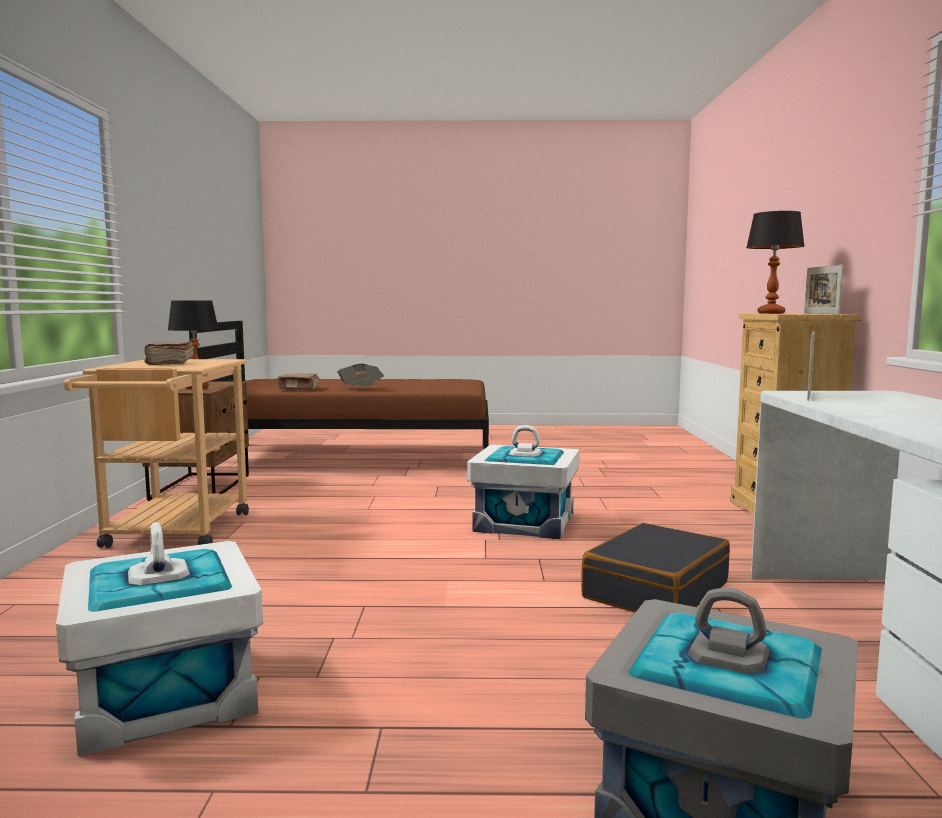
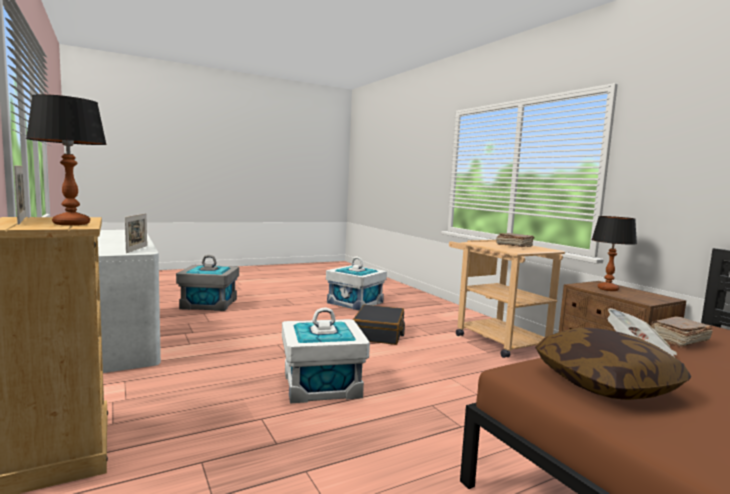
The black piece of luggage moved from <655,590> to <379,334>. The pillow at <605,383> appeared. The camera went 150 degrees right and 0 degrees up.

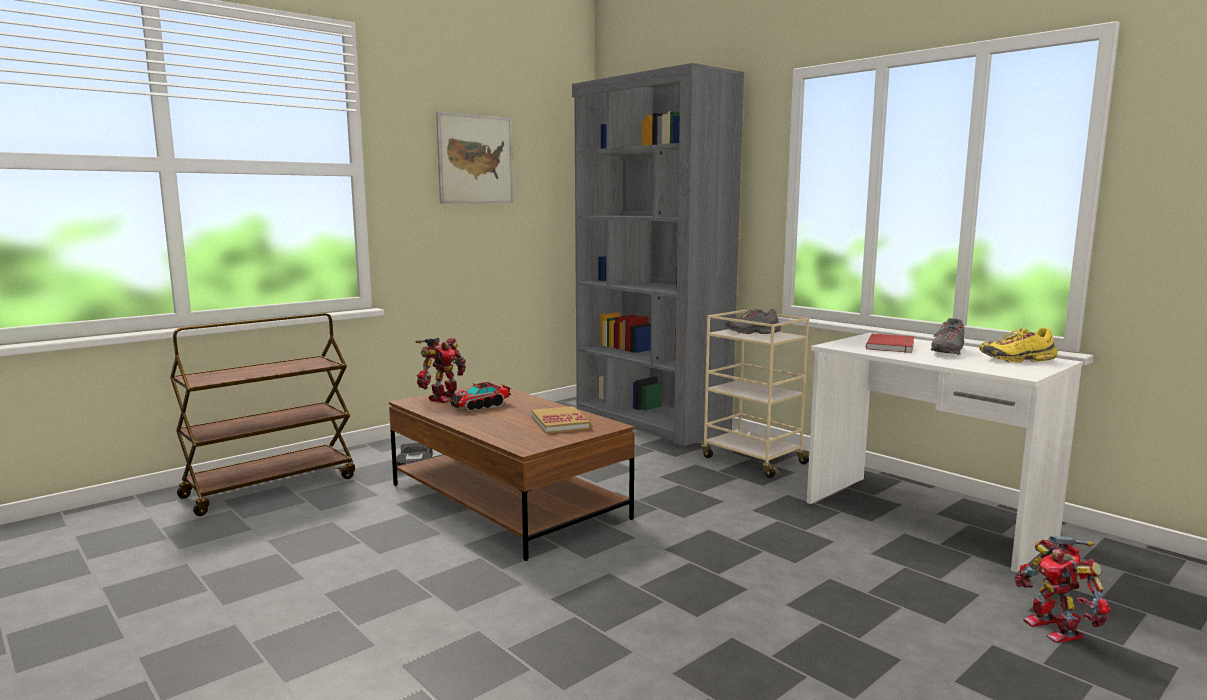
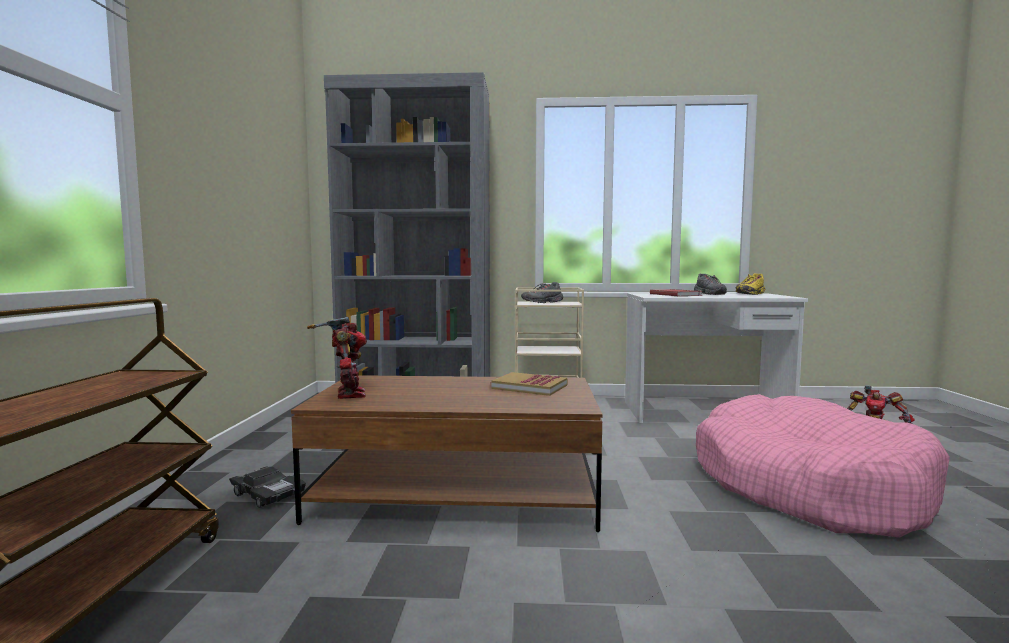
The pinkish pet bed at <806,486> appeared. The wall picture at <476,159> disappeared. The toy truck at <480,406> disappeared. The camera went 45 degrees left and 5 degrees down.

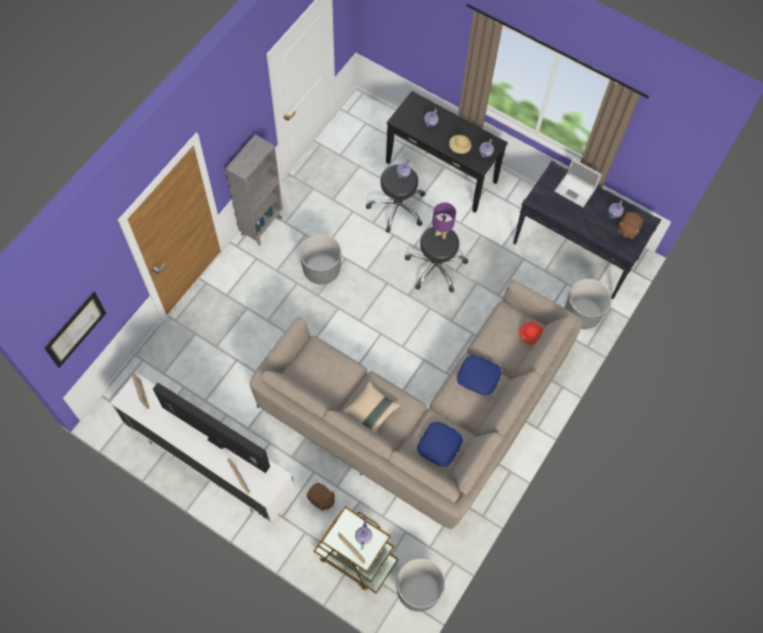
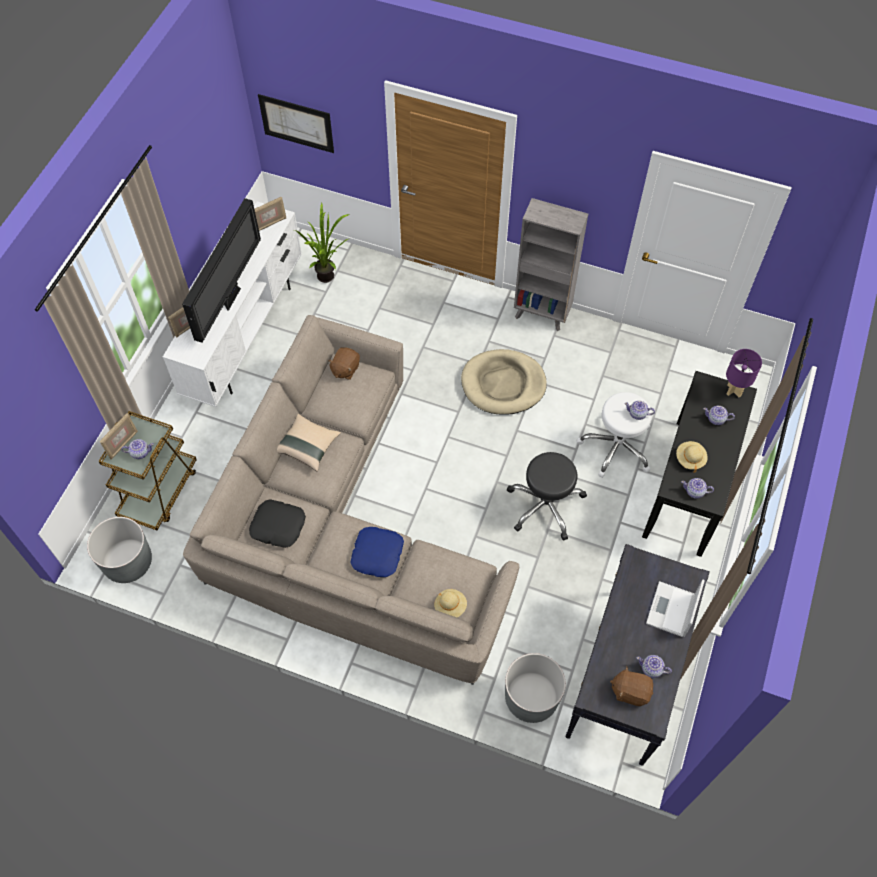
The blue-coloured pillow at <439,446> became the black pillow at <278,526>. The plant in a pot at <329,278> appeared. The brownish cuddly toy moved from <321,499> to <345,369>. The red hat at <530,335> became the beige-coloured hat at <450,606>. The gray plant pot at <321,269> was replaced by the beige-coloured pet bed at <503,384>. The black sitting stool at <397,207> became the whitish sitting stool at <616,446>. The purple lamp for a table moved from <441,233> to <733,390>. The camera went 80 degrees right and 5 degrees down.

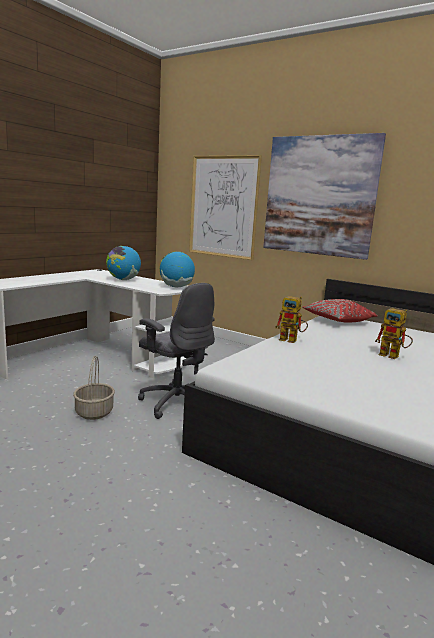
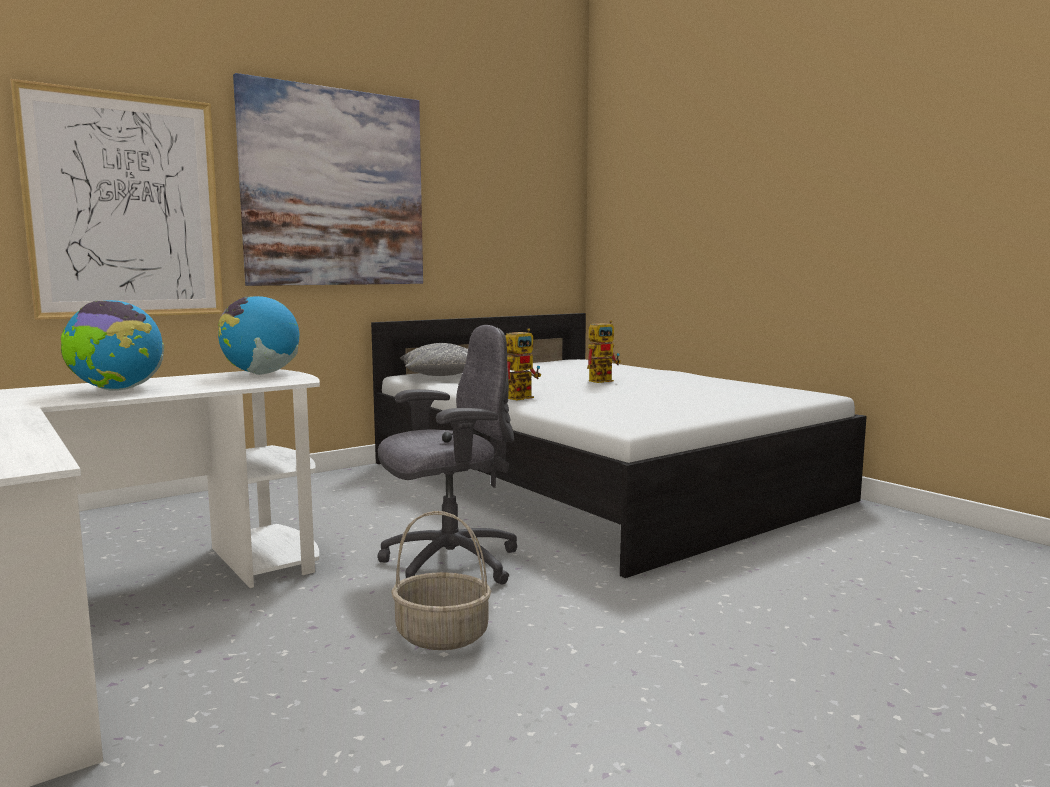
The red pillow at <337,321> became the gray pillow at <442,376>. The camera went 70 degrees left and 5 degrees down.

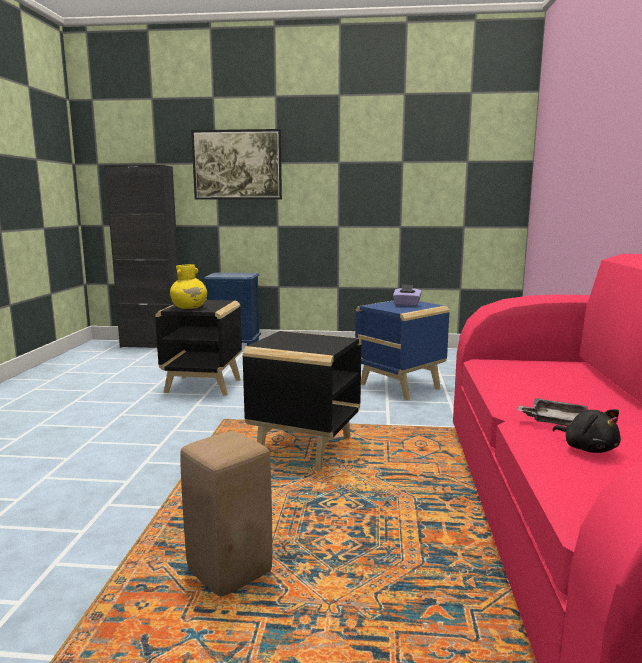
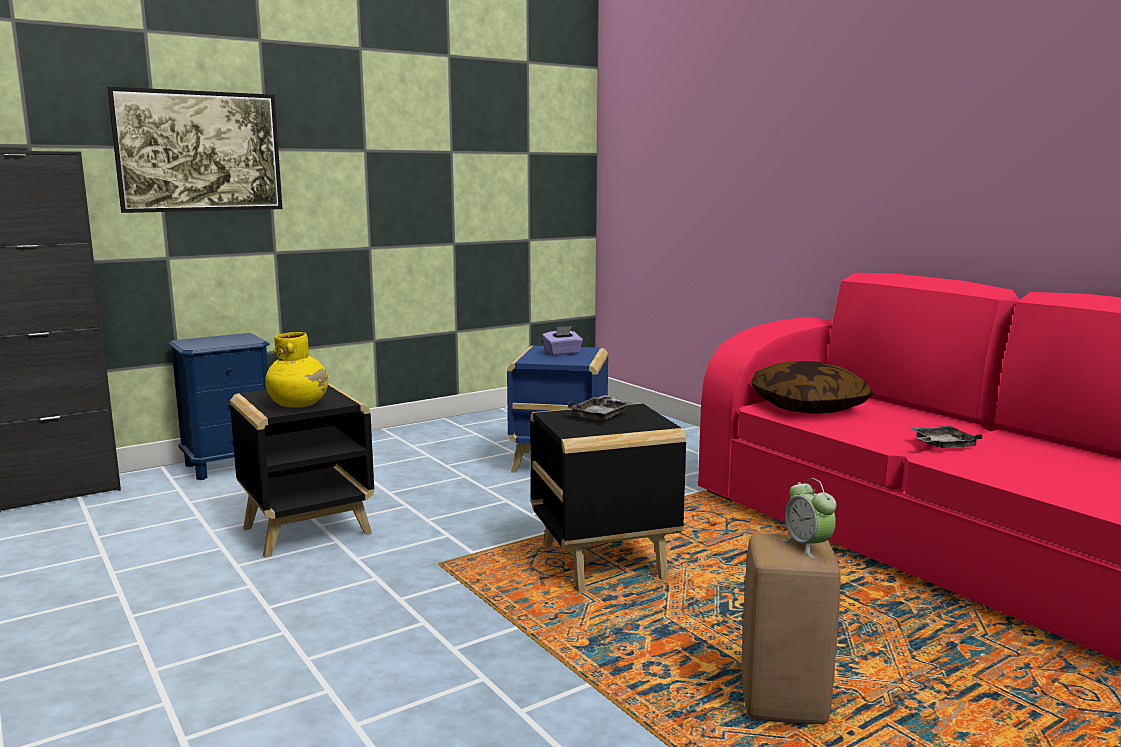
The gray tray at <601,416> appeared. The pillow at <808,407> appeared. The table clock at <807,546> appeared. The black cuddly toy at <587,448> disappeared. The camera went 40 degrees left and 0 degrees up.

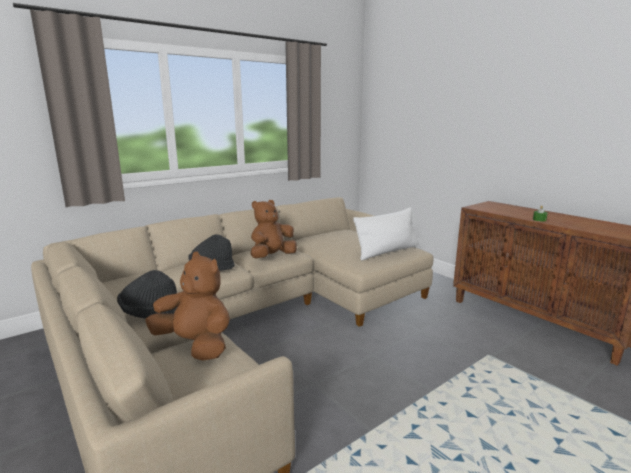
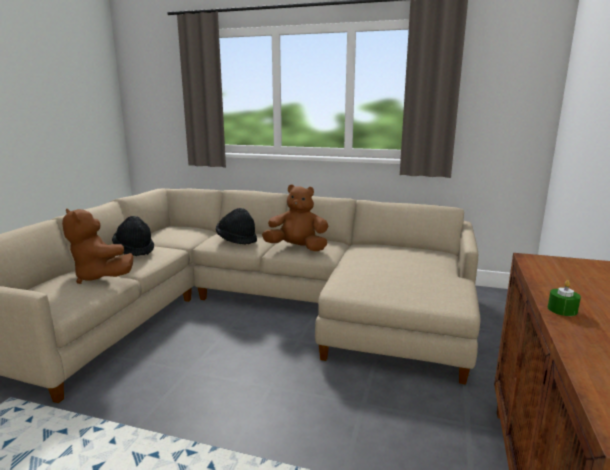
The brownish cuddly toy at <195,345> turned 135 degrees clockwise. The whitish pillow at <387,251> disappeared. The camera went 55 degrees right and 0 degrees up.

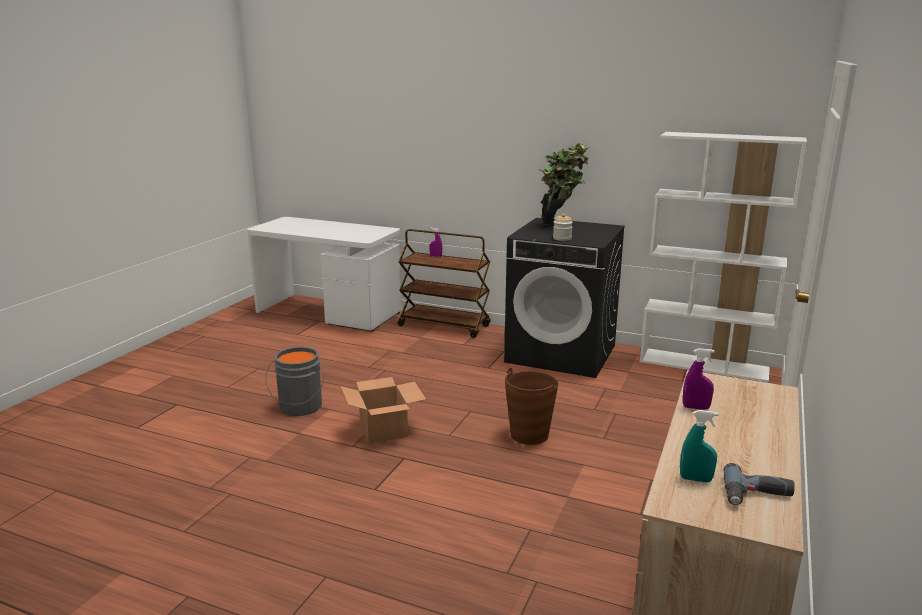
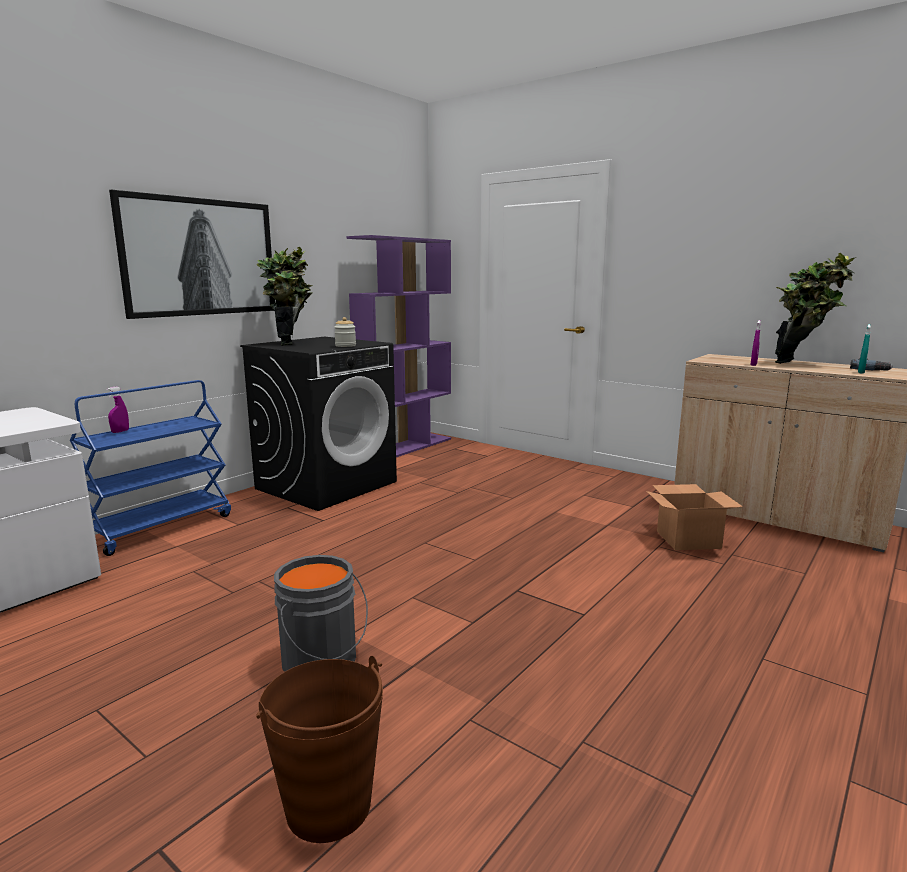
The brownish cart at <445,326> became the blue-coloured cart at <161,527>. The wall picture at <201,257> appeared. The brownish pail moved from <529,435> to <328,807>. The whitish bookshelf at <704,365> became the purple bookshelf at <405,447>. The carton moved from <383,429> to <687,540>. The plant in a pot at <802,364> appeared. The camera went 75 degrees left and 5 degrees down.

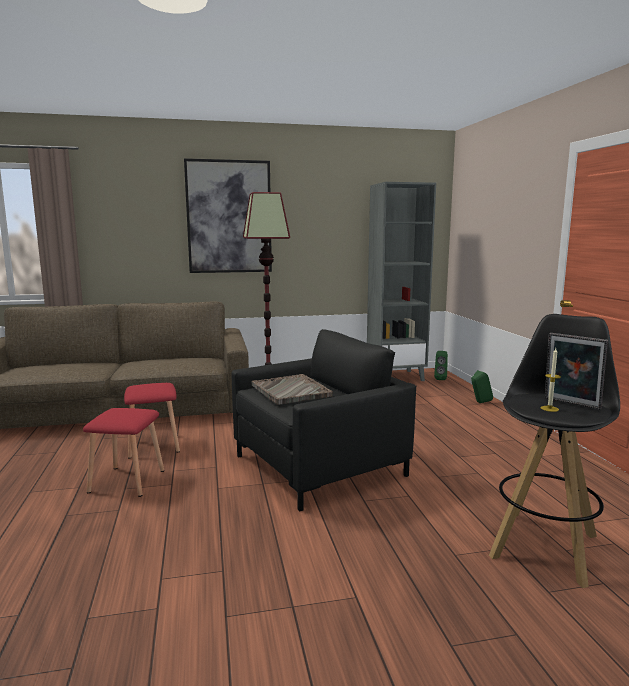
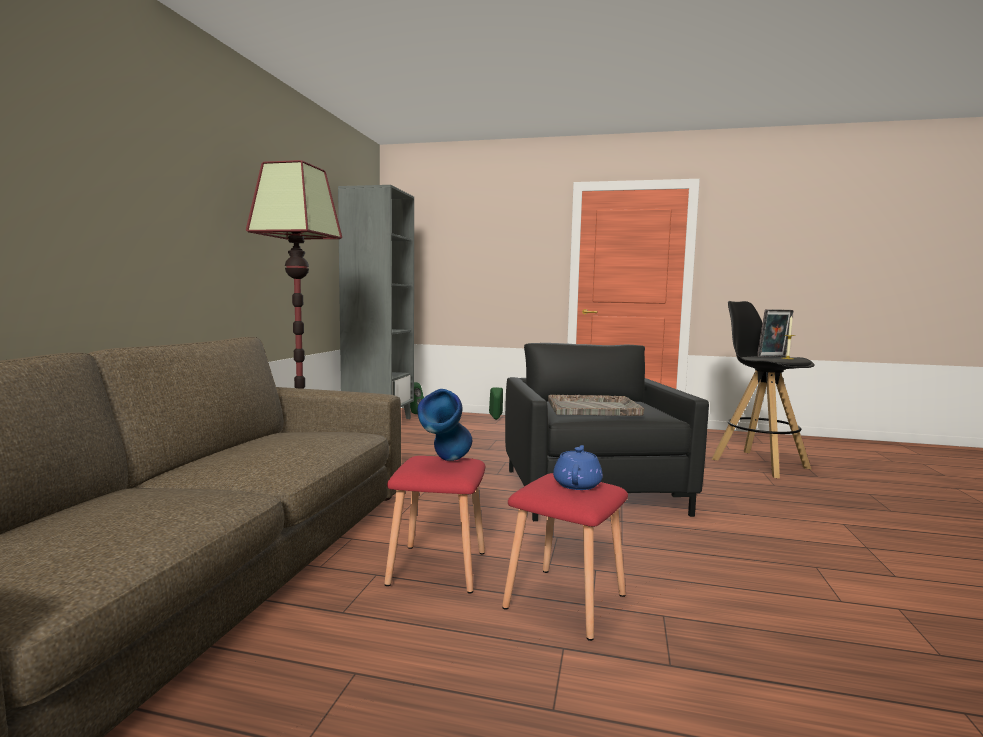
The blue-coloured flower vase at <445,462> appeared. The blue-coloured teapot at <577,484> appeared. The wall picture at <229,217> disappeared. The camera went 65 degrees left and 5 degrees down.

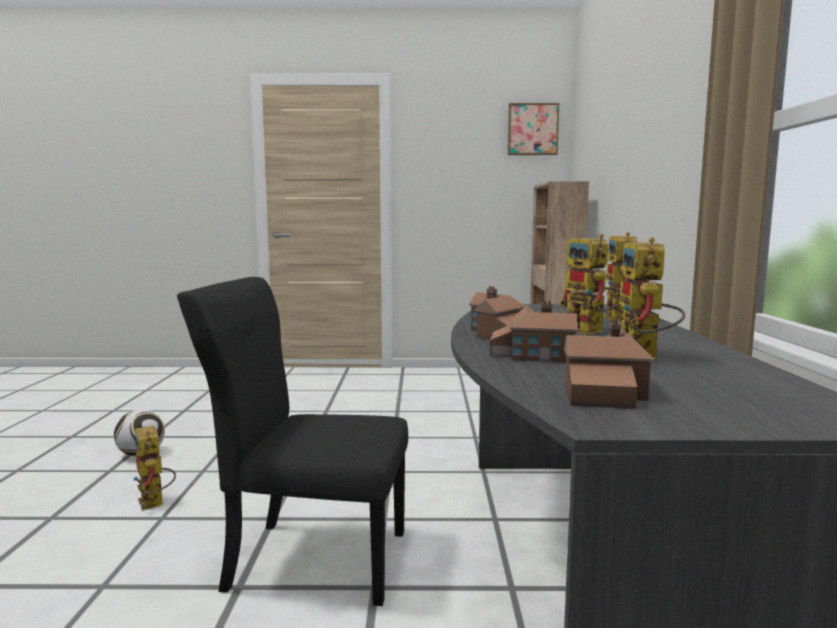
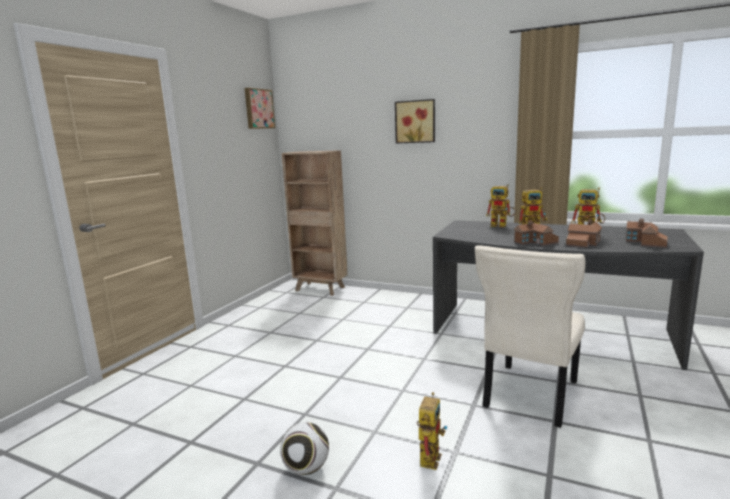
The wall picture at <415,121> appeared. The model robot at <155,504> turned 60 degrees counterclockwise. The black plain chair at <311,559> became the beige-coloured plain chair at <529,396>. The camera went 65 degrees left and 5 degrees up.

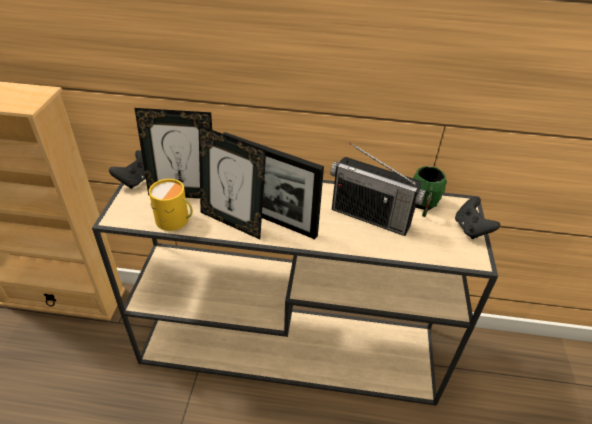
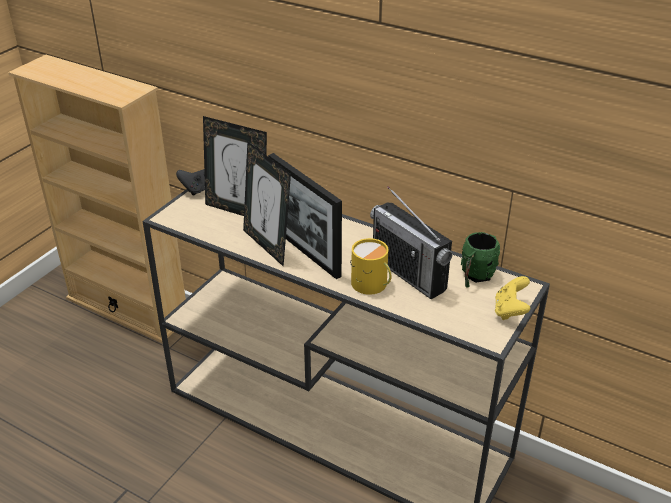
The yellow-coloured coffee mug moved from <175,220> to <372,285>. The black game controller at <471,229> became the yellow-coloured game controller at <510,311>. The camera went 25 degrees right and 5 degrees down.

